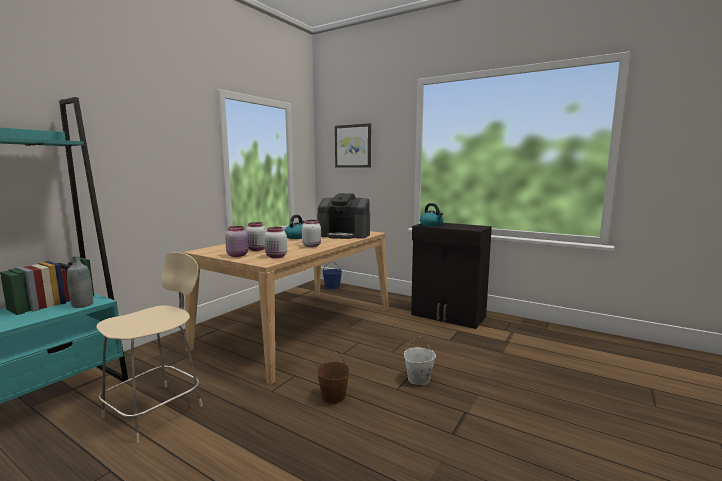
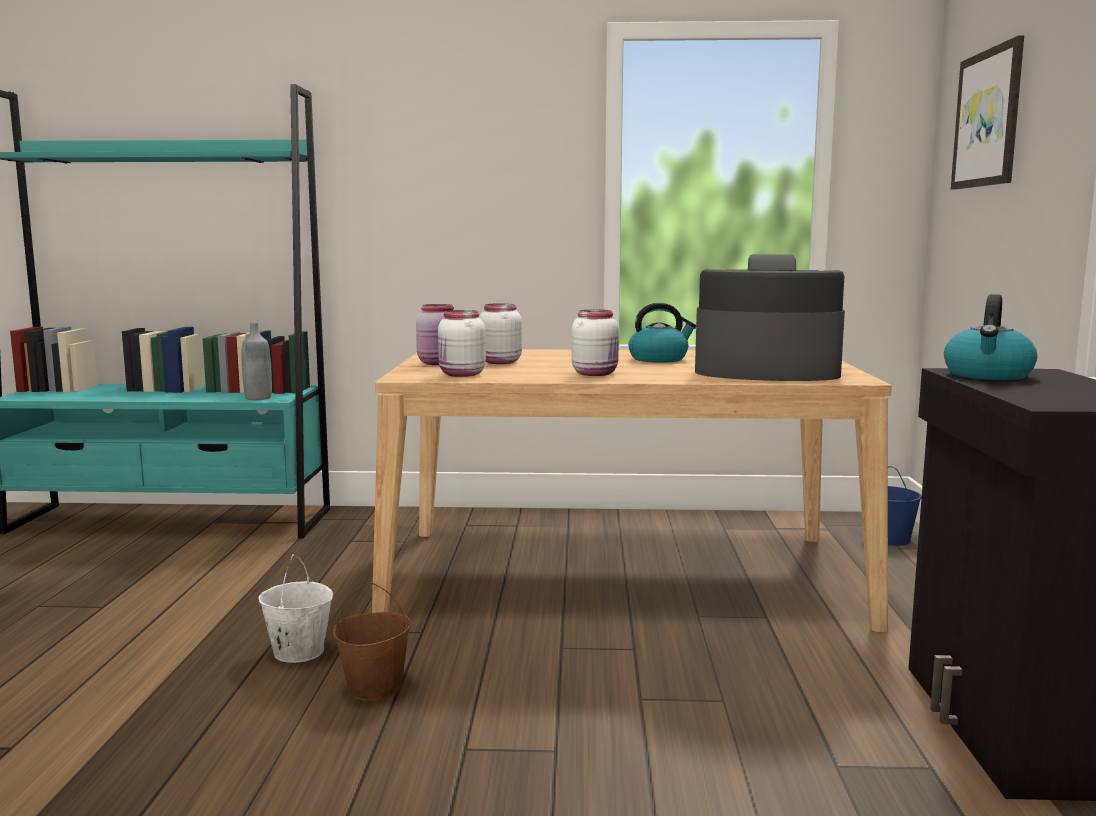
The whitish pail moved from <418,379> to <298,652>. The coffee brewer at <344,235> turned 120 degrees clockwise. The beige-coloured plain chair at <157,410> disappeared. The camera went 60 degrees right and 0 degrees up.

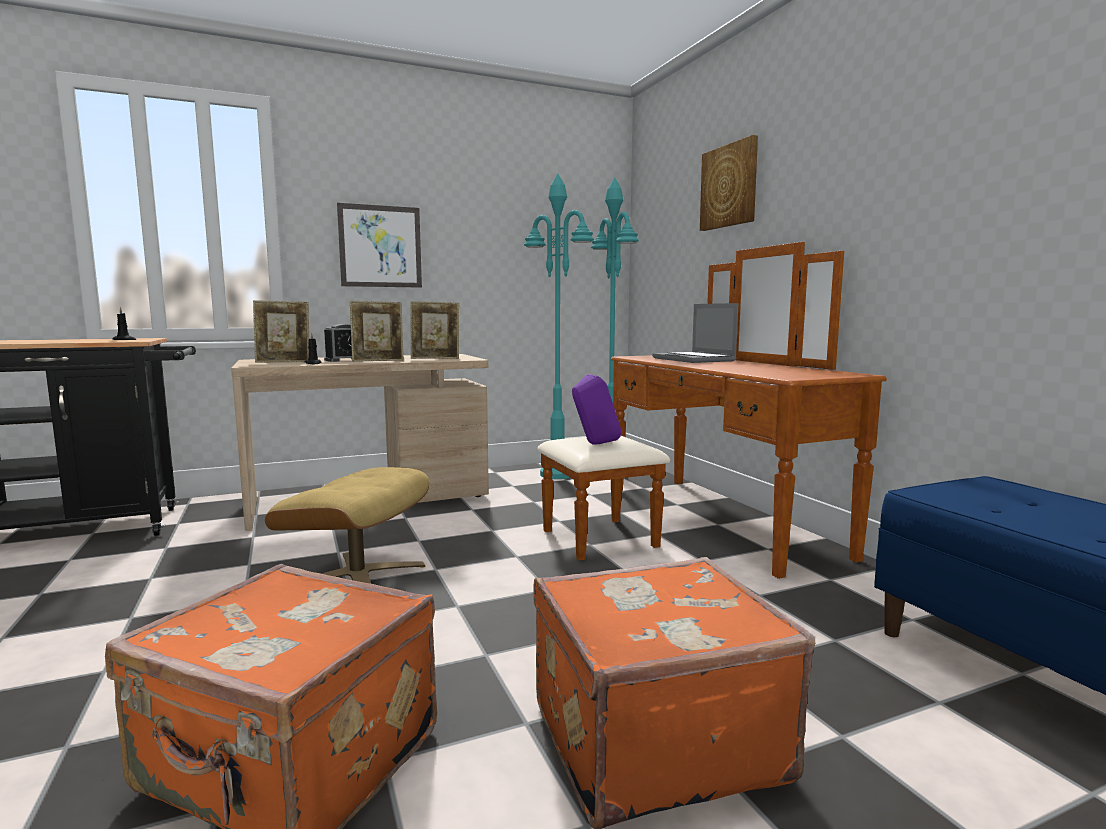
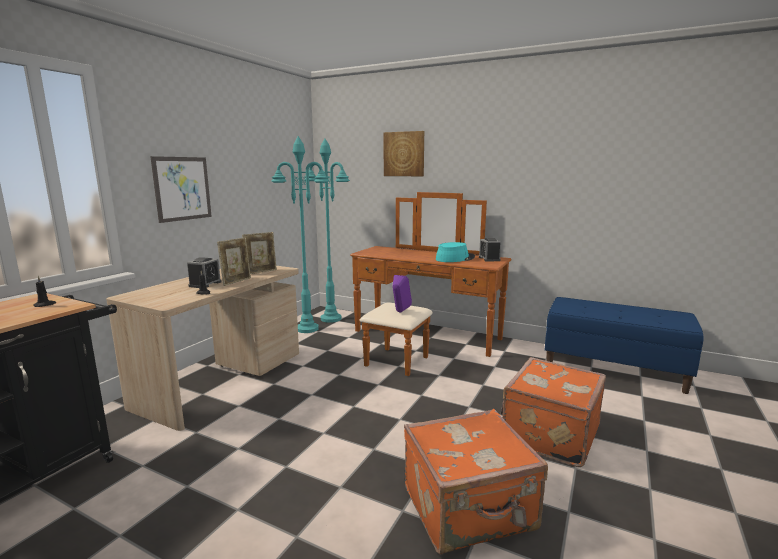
The blue-green hat at <455,258> appeared. The table clock at <489,259> appeared. The standing frame at <284,362> disappeared. The beige-coloured pouffe at <358,577> disappeared. The laptop at <695,359> disappeared. The camera went 40 degrees left and 5 degrees up.

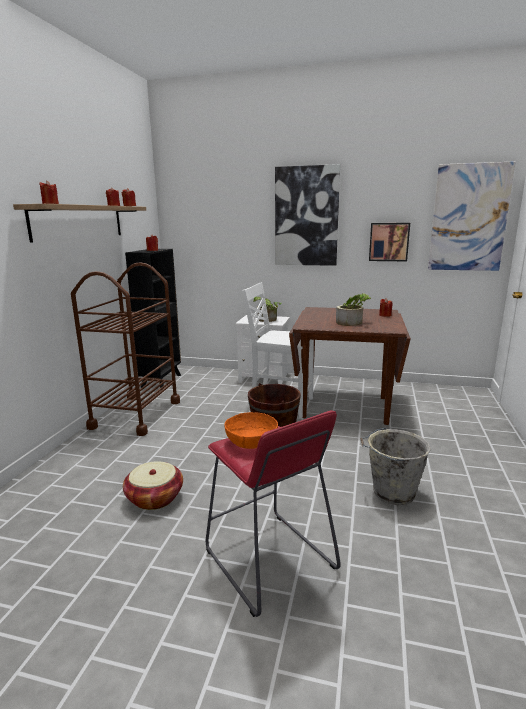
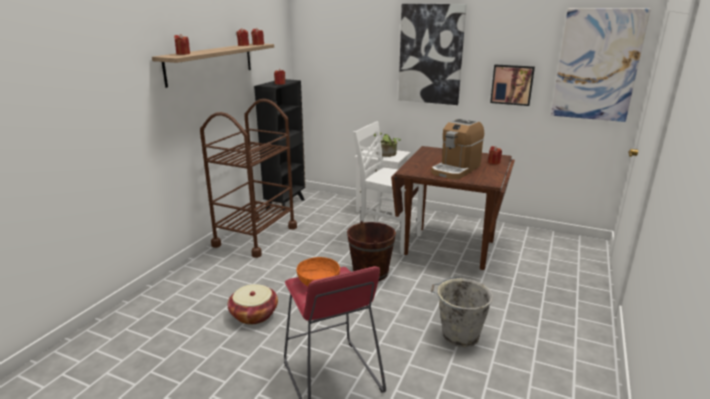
The plant in a pot at <352,322> was replaced by the coffee brewer at <456,169>. The camera went 10 degrees right and 5 degrees up.

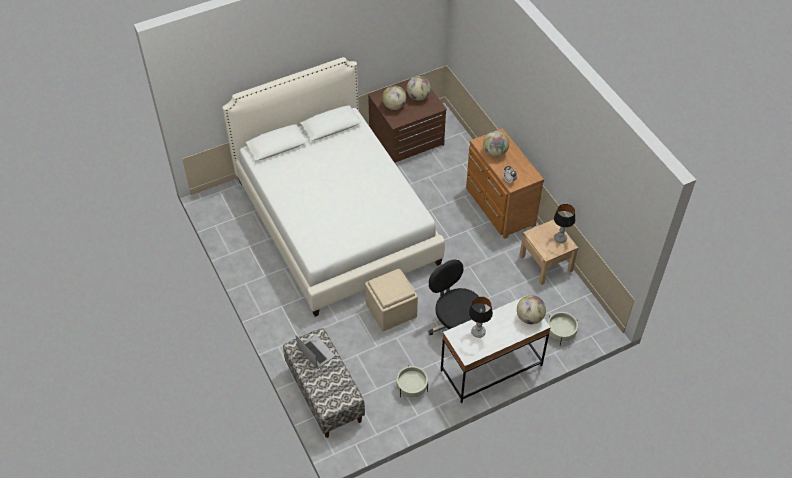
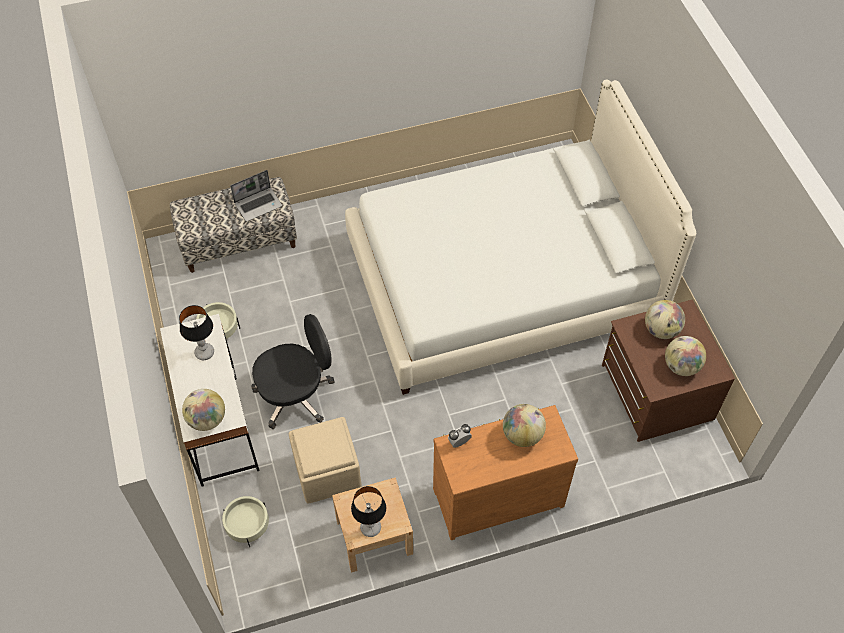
The beige-coloured pouffe moved from <391,309> to <328,472>. The camera went 100 degrees right and 5 degrees up.

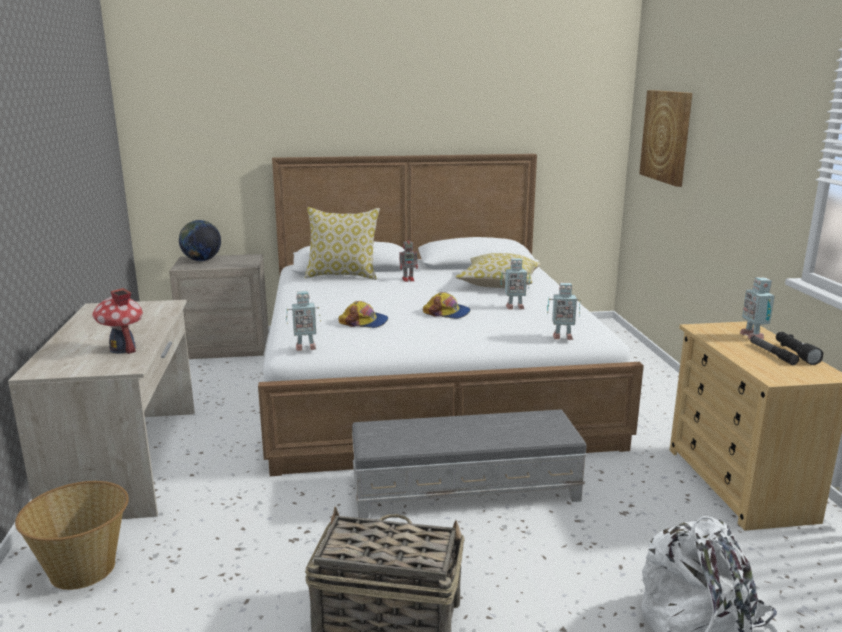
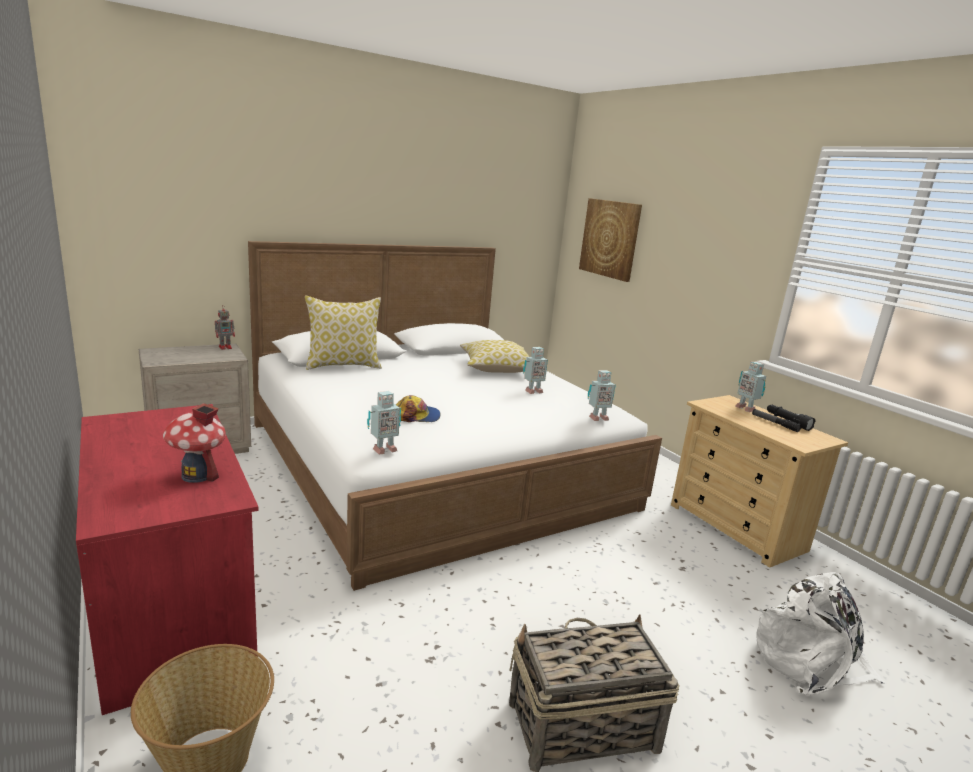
The beige-coloured desk unit at <129,461> became the red desk unit at <173,601>. The model robot moved from <409,279> to <226,347>. The world globe at <202,260> disappeared. The gray pouffe at <465,489> disappeared. The baseball cap at <447,313> disappeared. The camera went 25 degrees left and 0 degrees up.

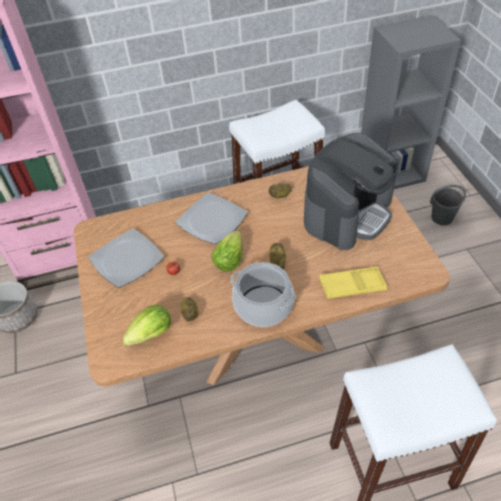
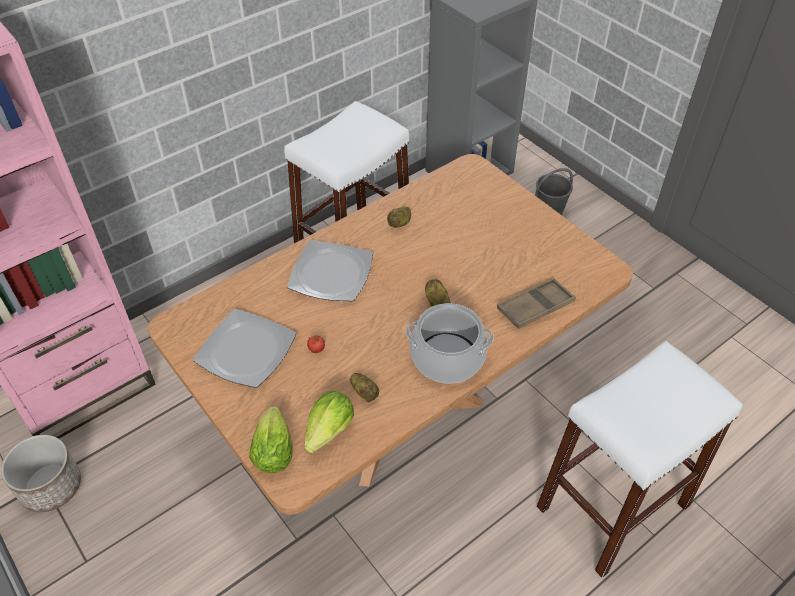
The lettuce head moved from <230,258> to <274,448>. The yellow-coloured tray at <352,286> became the brownish tray at <535,307>. The coffee brewer at <348,213> disappeared. The camera went 25 degrees left and 0 degrees up.

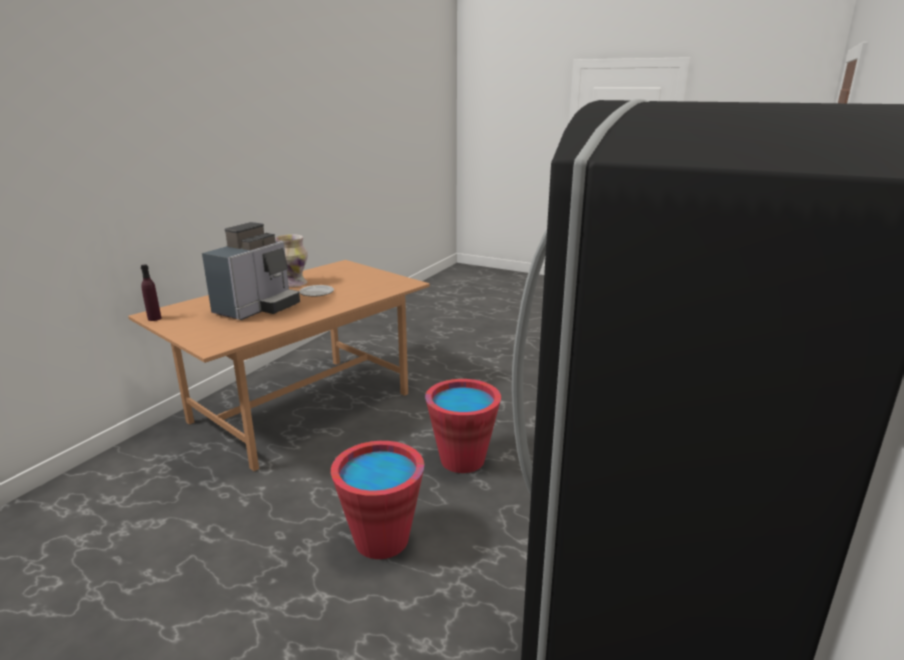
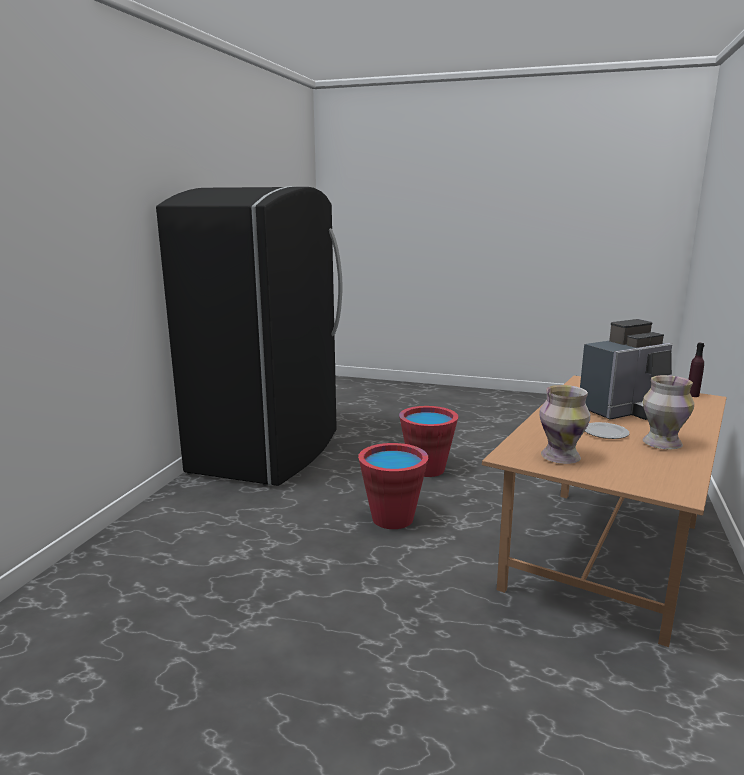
The flower vase at <561,457> appeared. The coffee brewer at <258,308> turned 135 degrees counterclockwise. The camera went 170 degrees right and 5 degrees down.

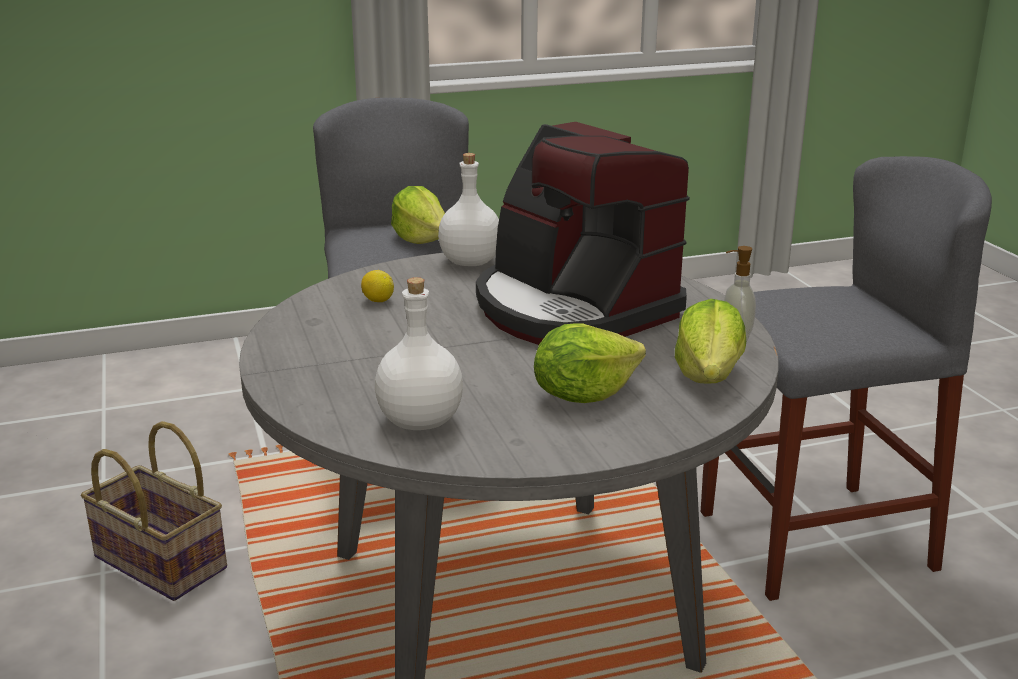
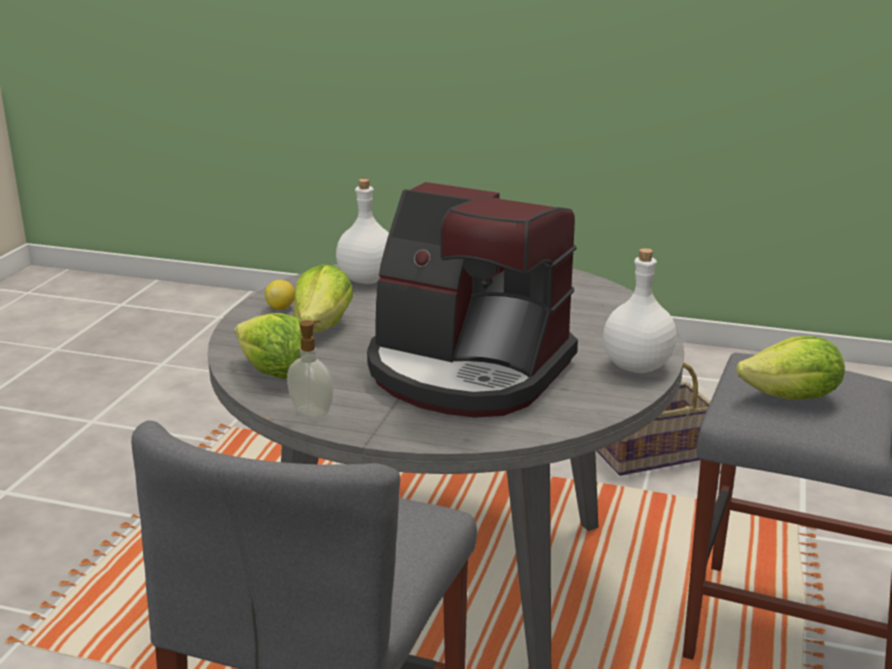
The lemon moved from <378,301> to <281,308>. The coffee brewer at <572,308> turned 150 degrees counterclockwise. The camera went 125 degrees right and 0 degrees up.

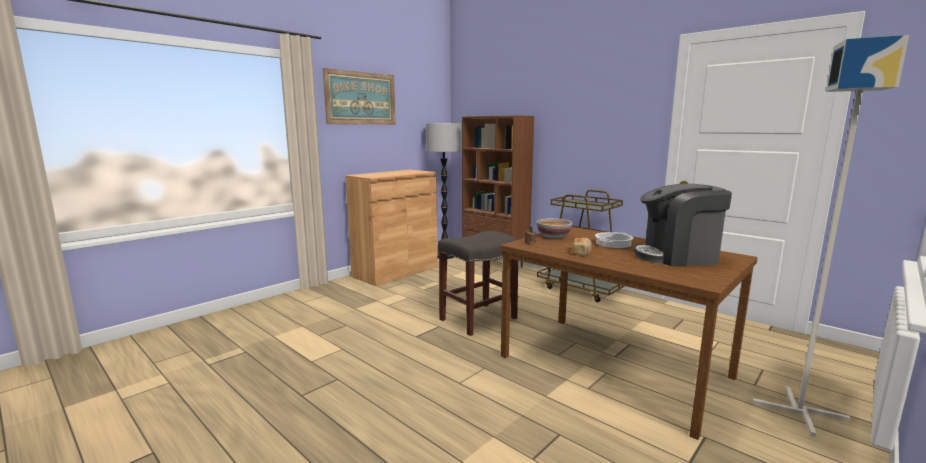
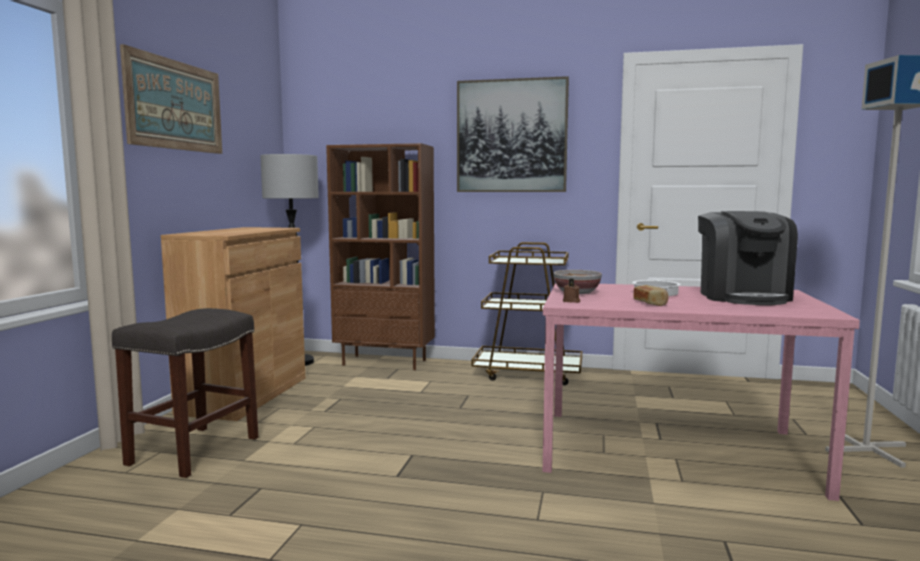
The gray sitting stool moved from <478,318> to <195,450>. The wall picture at <511,136> appeared. The brownish dinner table at <615,366> became the pinkish dinner table at <674,450>. The coffee brewer at <677,256> turned 60 degrees counterclockwise. The camera went 30 degrees left and 5 degrees down.

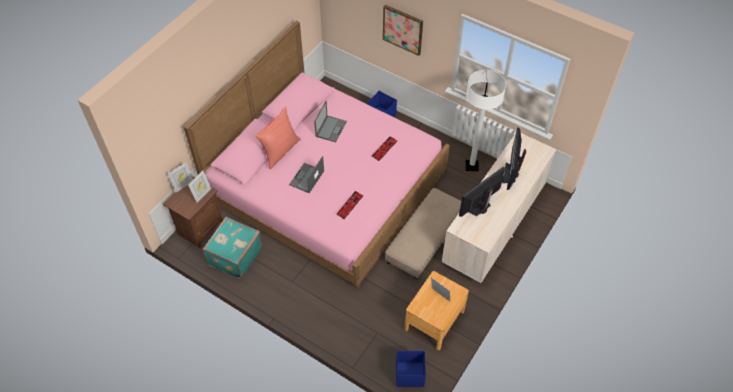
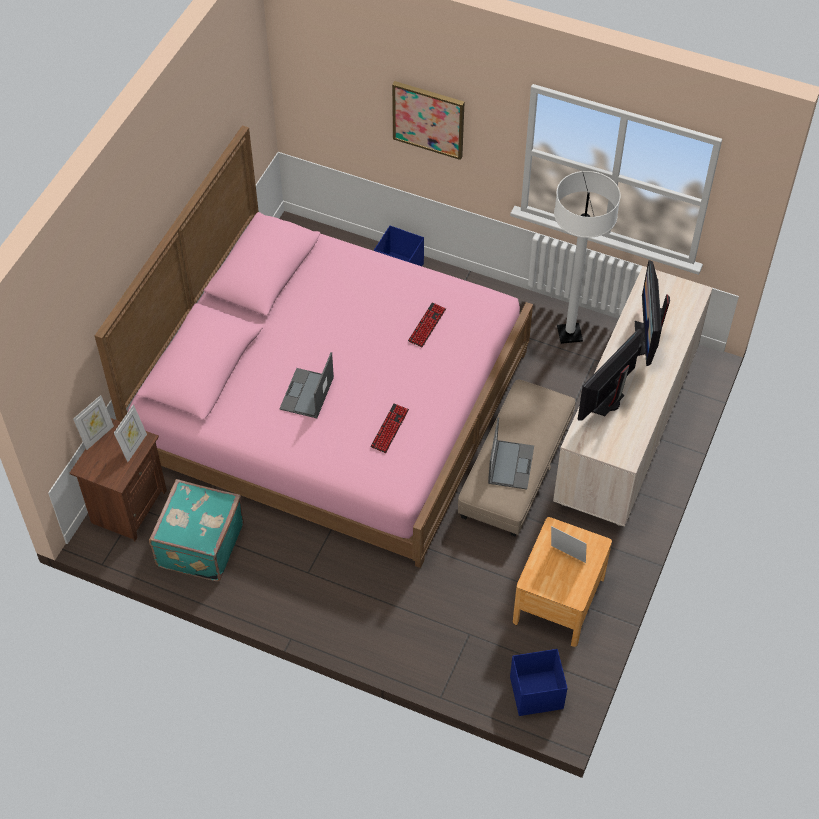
The laptop moved from <331,128> to <511,464>. The red pillow at <280,151> disappeared. The camera went 10 degrees left and 0 degrees up.

